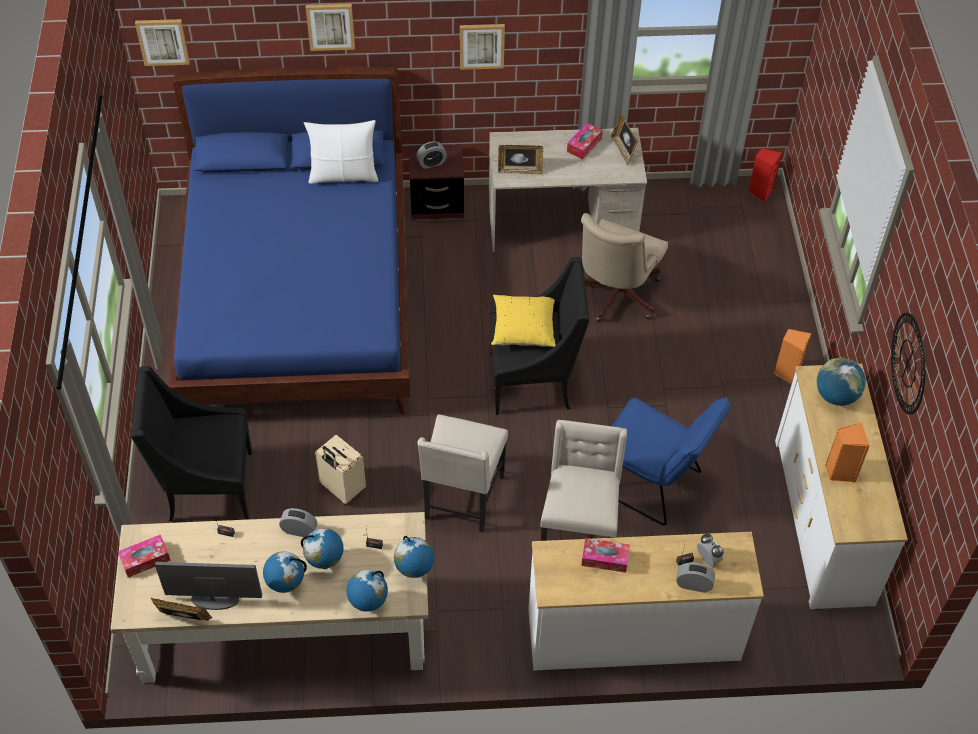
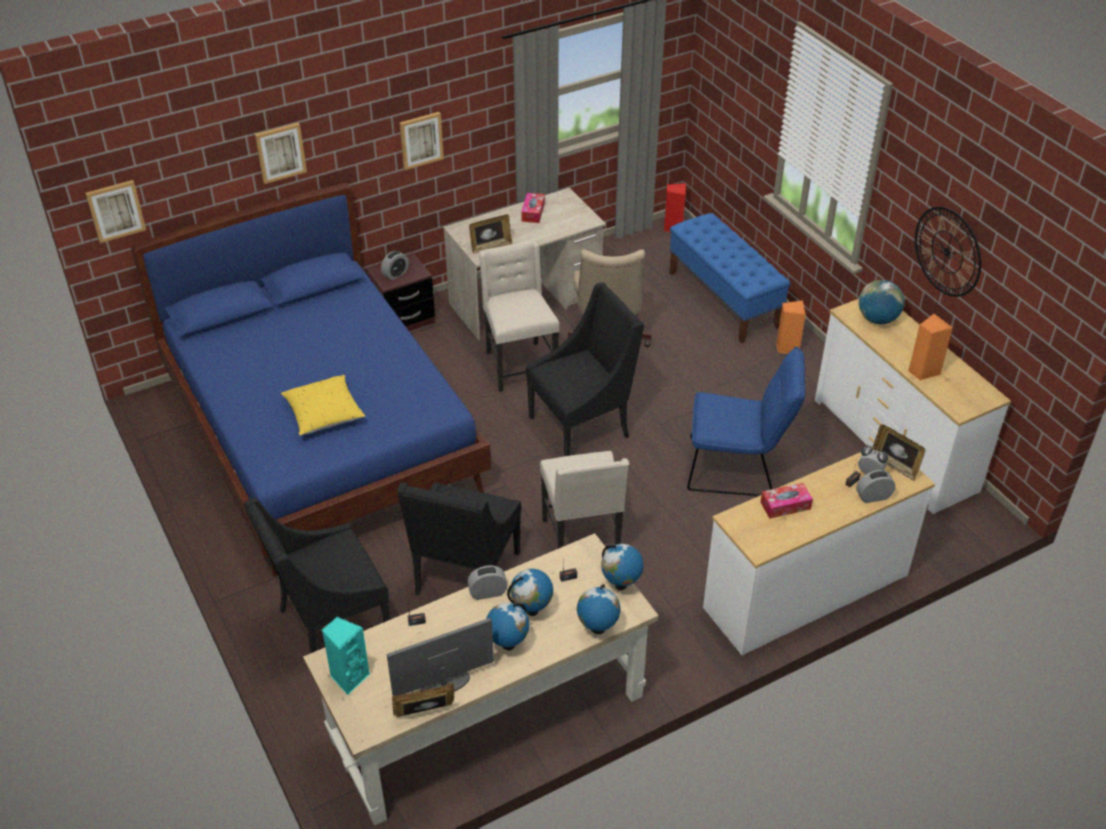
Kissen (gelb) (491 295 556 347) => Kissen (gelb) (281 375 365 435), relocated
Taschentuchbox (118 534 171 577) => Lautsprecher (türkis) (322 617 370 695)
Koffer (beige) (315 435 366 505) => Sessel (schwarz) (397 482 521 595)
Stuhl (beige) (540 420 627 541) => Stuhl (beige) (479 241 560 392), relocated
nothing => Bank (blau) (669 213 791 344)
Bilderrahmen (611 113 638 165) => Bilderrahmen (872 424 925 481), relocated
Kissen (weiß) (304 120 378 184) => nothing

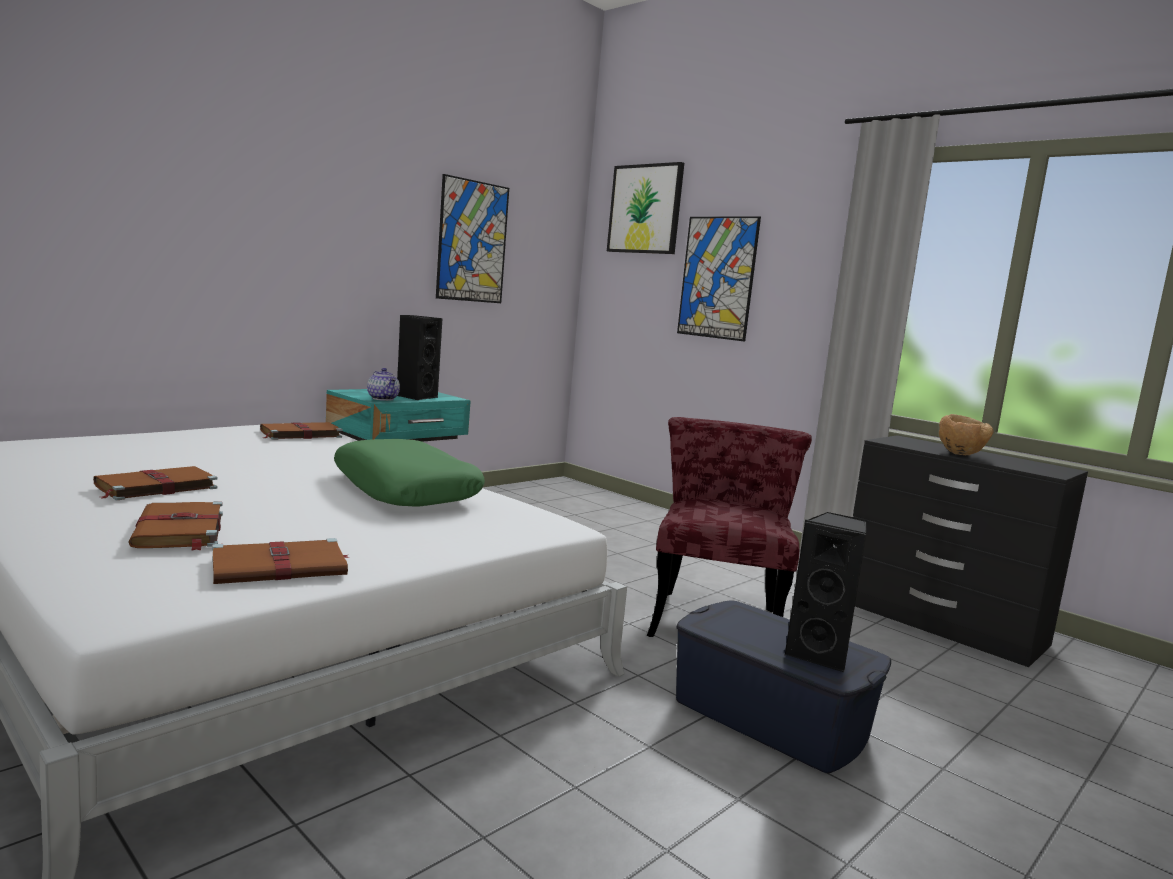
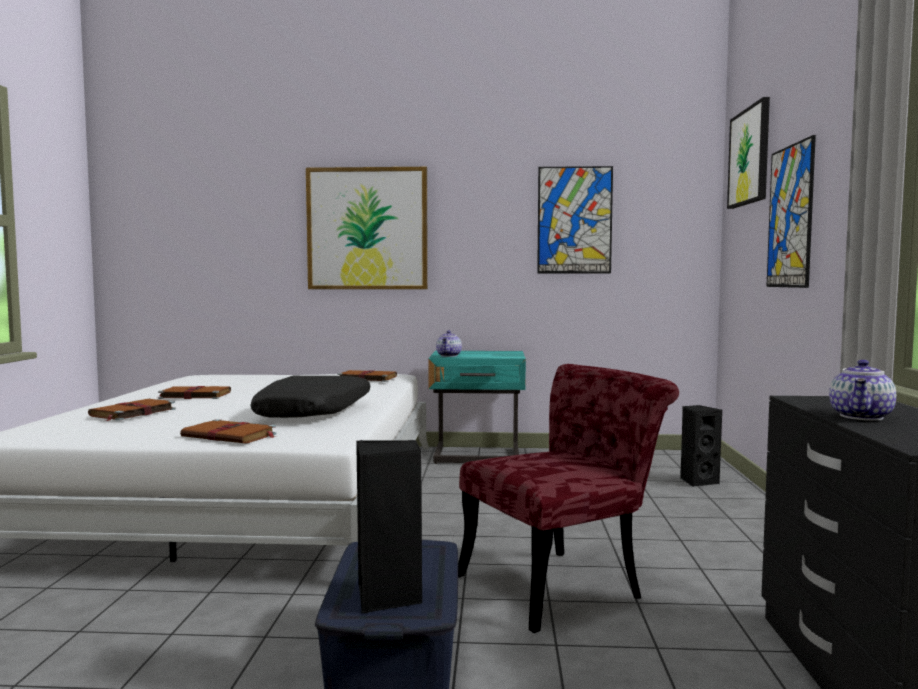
Buch (braun) (212 538 350 584) => Buch (braun) (180 419 277 444), relocated
Kissen (grün) (334 439 485 507) => Kissen (schwarz) (250 375 370 418)
nothing => Bild (306 167 428 289)
Lautsprecher (schwarz) (397 315 443 400) => Lautsprecher (schwarz) (680 405 722 487), relocated
Schüssel (braun) (939 414 994 455) => Teekanne (829 360 896 421)

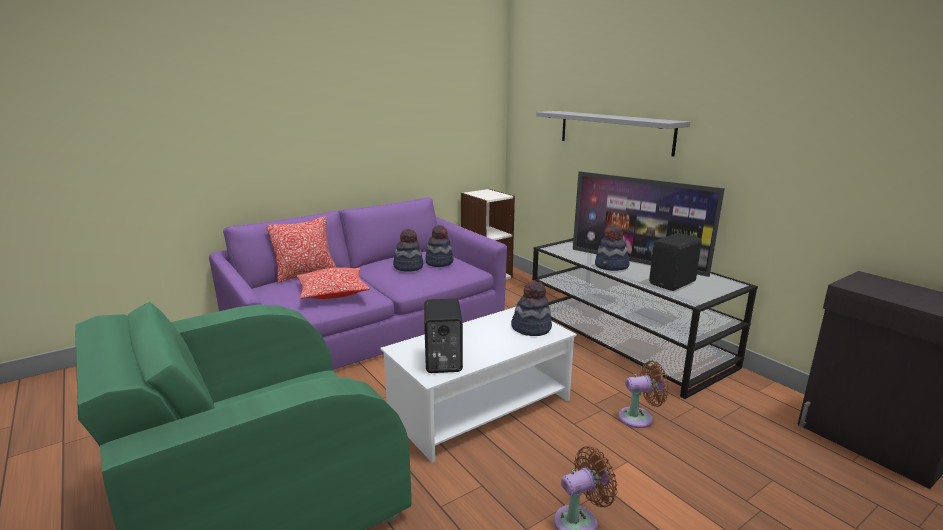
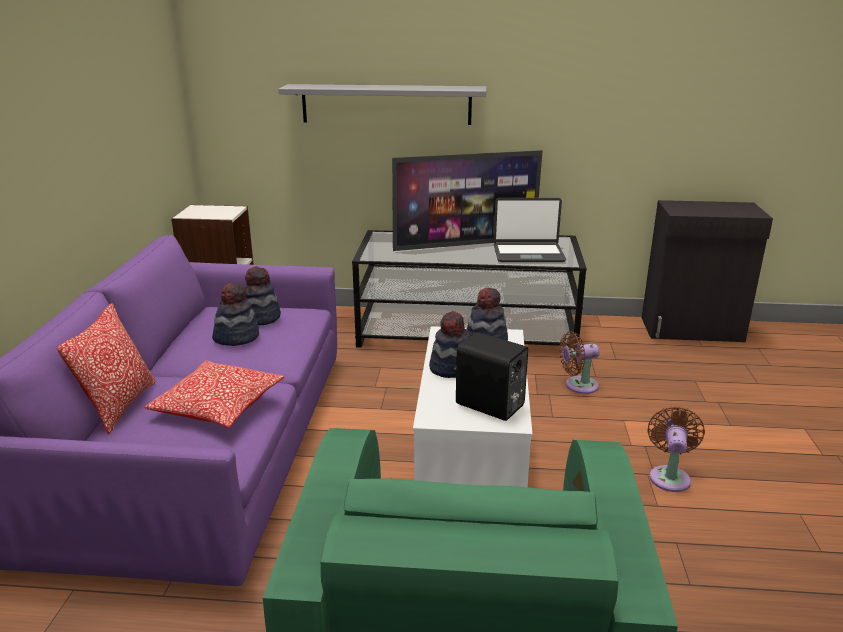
Hut (595 225 630 271) => Hut (429 311 470 378), relocated
Lautsprecher (schwarz) (649 233 702 291) => Laptop (494 198 566 262)
Ventilator (braun) (619 361 669 428) => Ventilator (braun) (559 331 600 394), 135 degrees counterclockwise

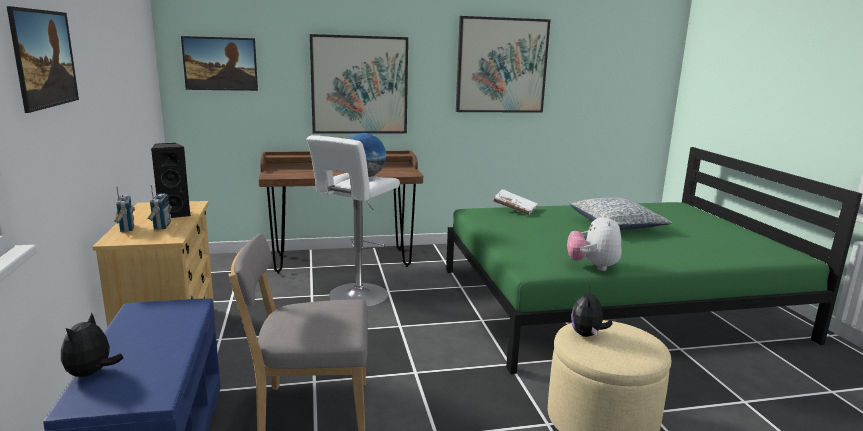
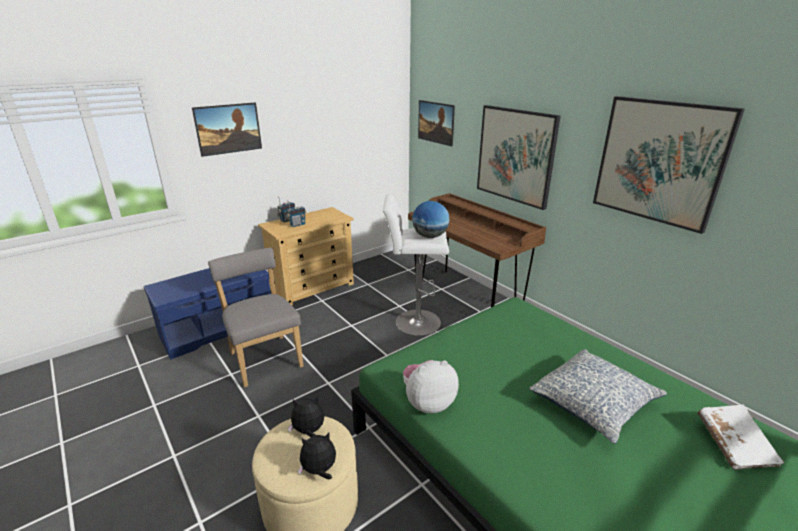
Plüschtier (61 313 124 377) => Plüschtier (298 433 336 480), relocated
Buch (weiß) (493 189 538 215) => Buch (weiß) (697 404 784 470), relocated
Lautsprecher (schwarz) (151 143 190 218) => nothing

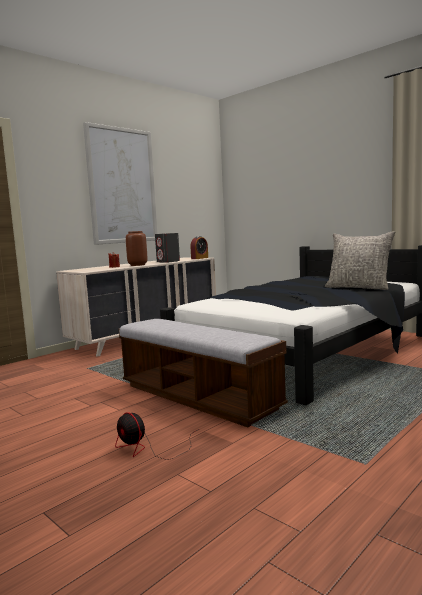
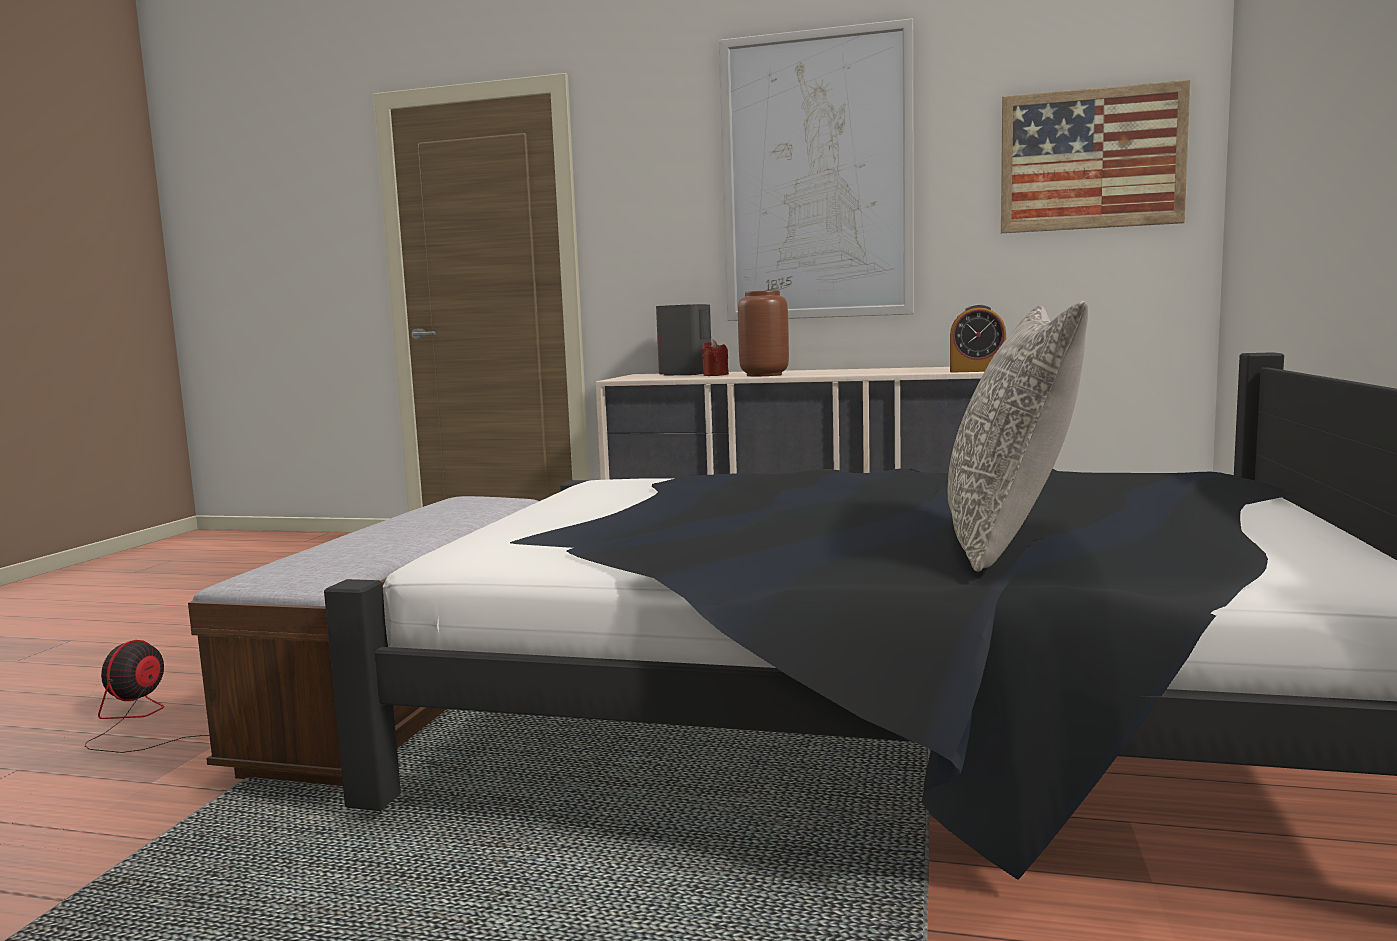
Lautsprecher (grau) (155 233 180 263) => Lautsprecher (grau) (656 304 711 376), relocated
nothing => Bild (1001 80 1190 233)

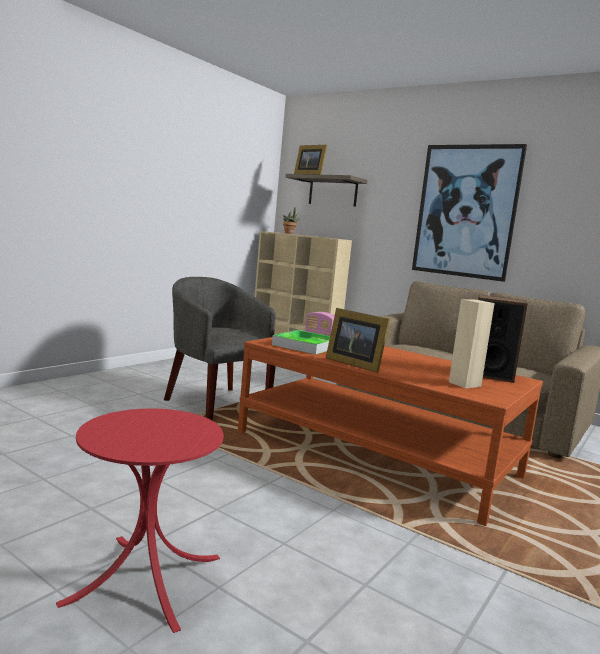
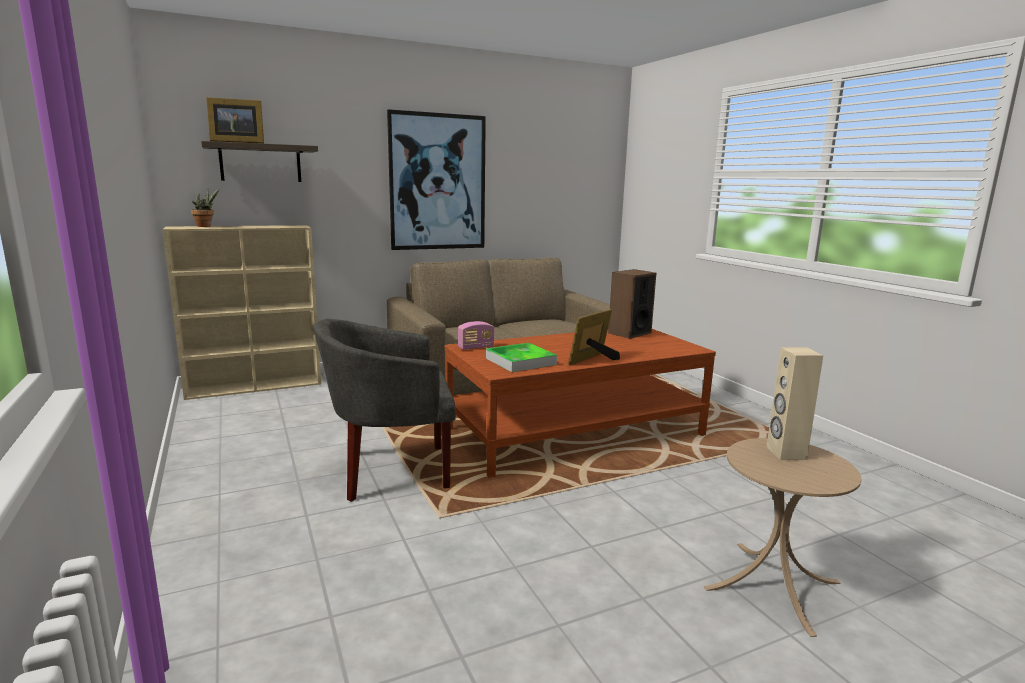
Bilderrahmen (326 308 390 373) => Bilderrahmen (568 309 620 365), 150 degrees clockwise
Beistelltisch (rot) (56 409 223 633) => Beistelltisch (beige) (704 438 861 637)
Lautsprecher (beige) (449 299 495 388) => Lautsprecher (beige) (767 347 823 460), relocated

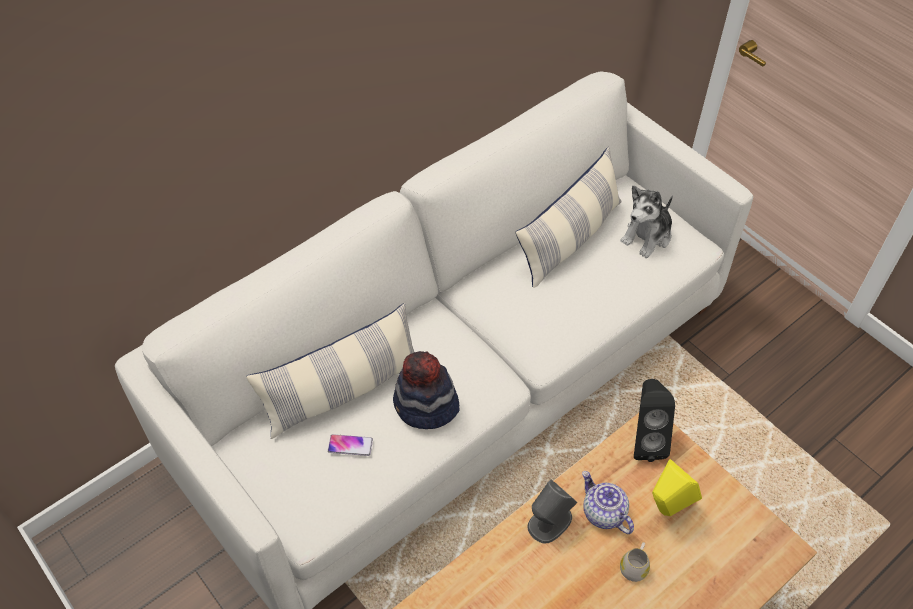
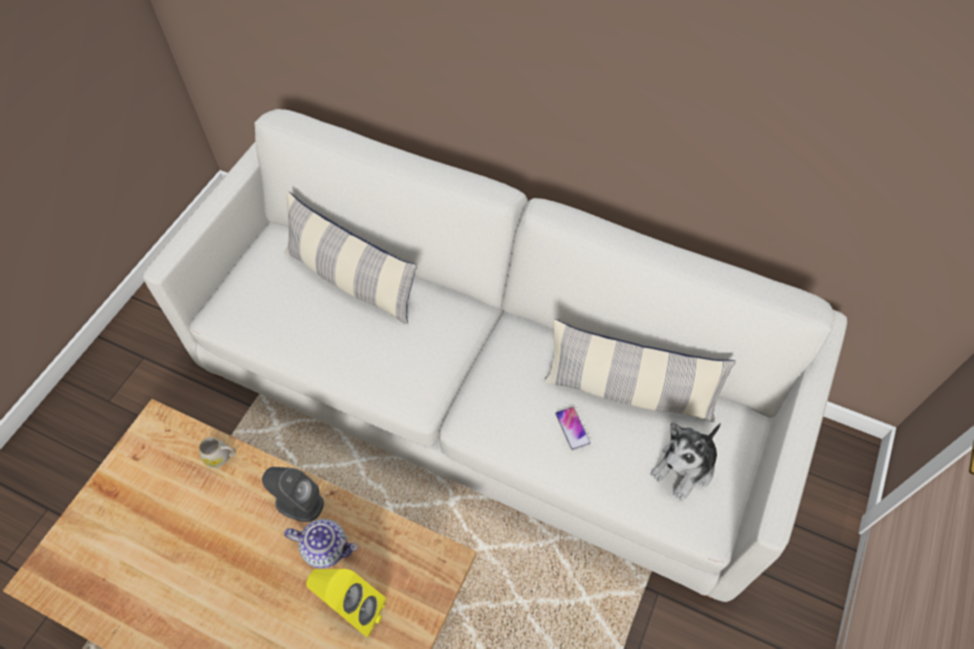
Henkelbecher (weiß) (620 542 650 582) => Henkelbecher (weiß) (199 437 236 468), relocated
Teekanne (582 471 634 534) => Teekanne (284 519 358 569), 75 degrees clockwise
Handy (328 434 373 456) => Handy (555 407 590 450), relocated
Plüschtier (620 185 673 258) => Plüschtier (651 422 721 501), 60 degrees counterclockwise
Hut (393 351 460 429) => nothing
Lautsprecher (schwarz) (634 379 675 462) => nothing

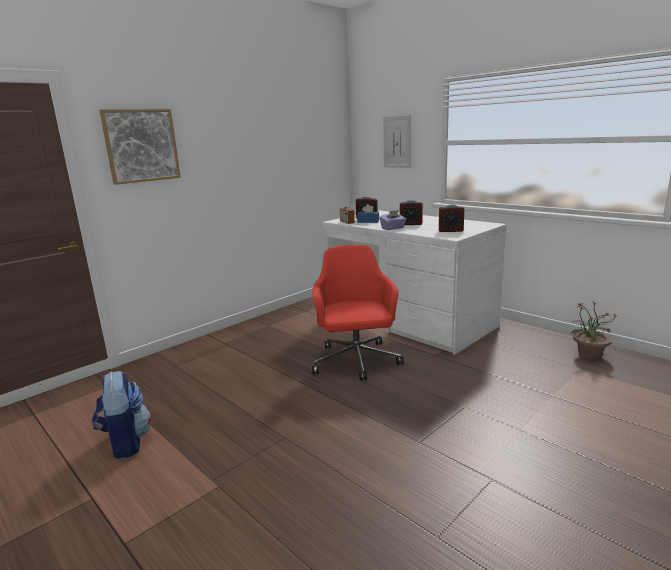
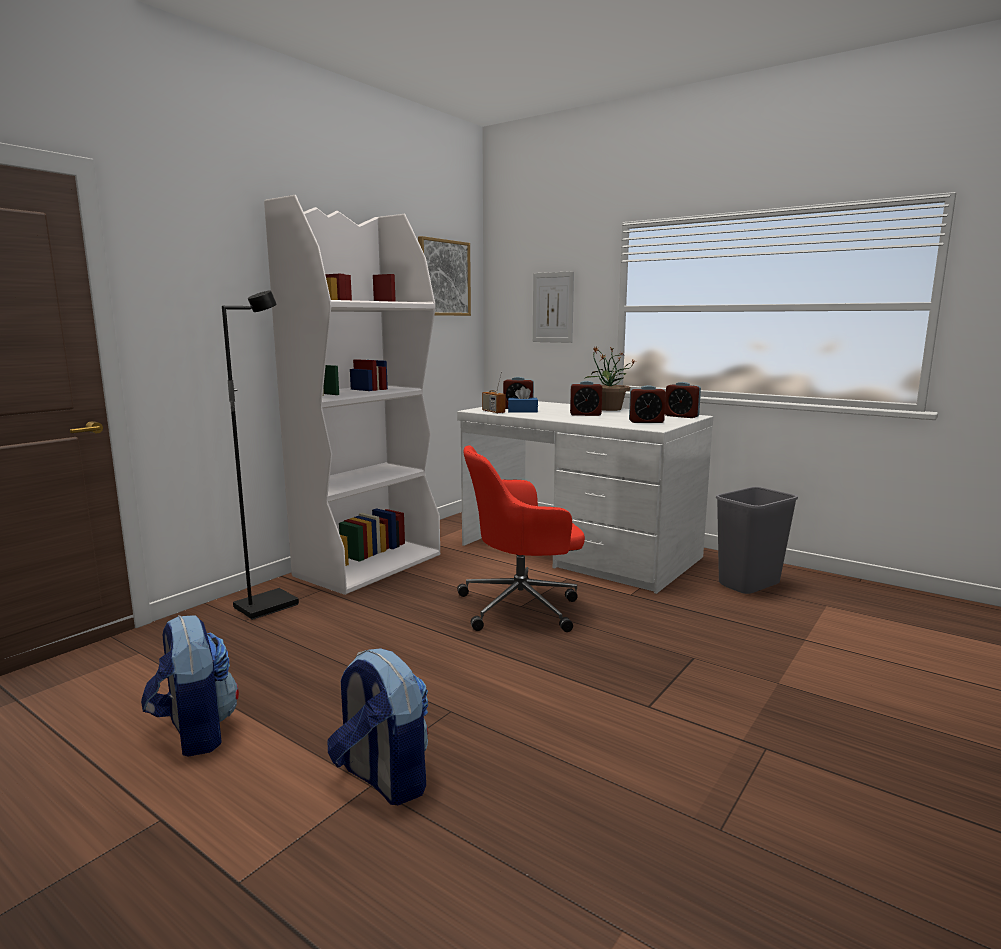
nothing => Stehlampe (schwarz) (222 290 299 620)
nothing => Bücherregal (weiß) (264 195 440 595)
nothing => Rucksack (327 648 428 805)
Bild (100 109 181 185) => Bild (418 236 471 316), relocated
Bürostuhl (rot) (312 244 404 380) => Bürostuhl (rot) (457 445 585 632), 90 degrees counterclockwise
Topfpflanze (570 302 617 360) => Topfpflanze (584 347 636 411), relocated
nothing => Wecker (665 382 701 418)
nothing => Mülleimer (grau) (716 487 798 594)
Taschentuchbox (lila) (379 210 406 230) => nothing

